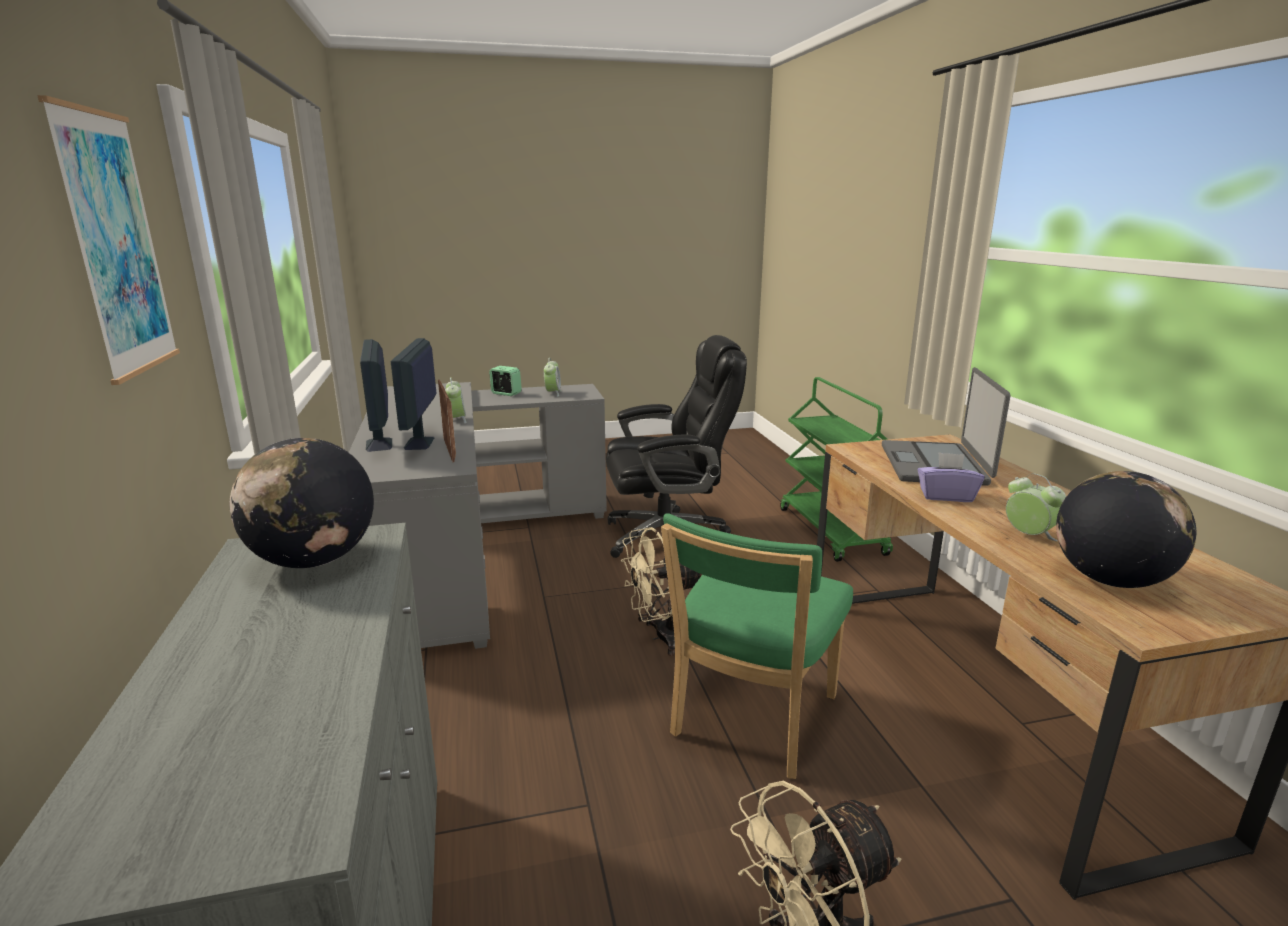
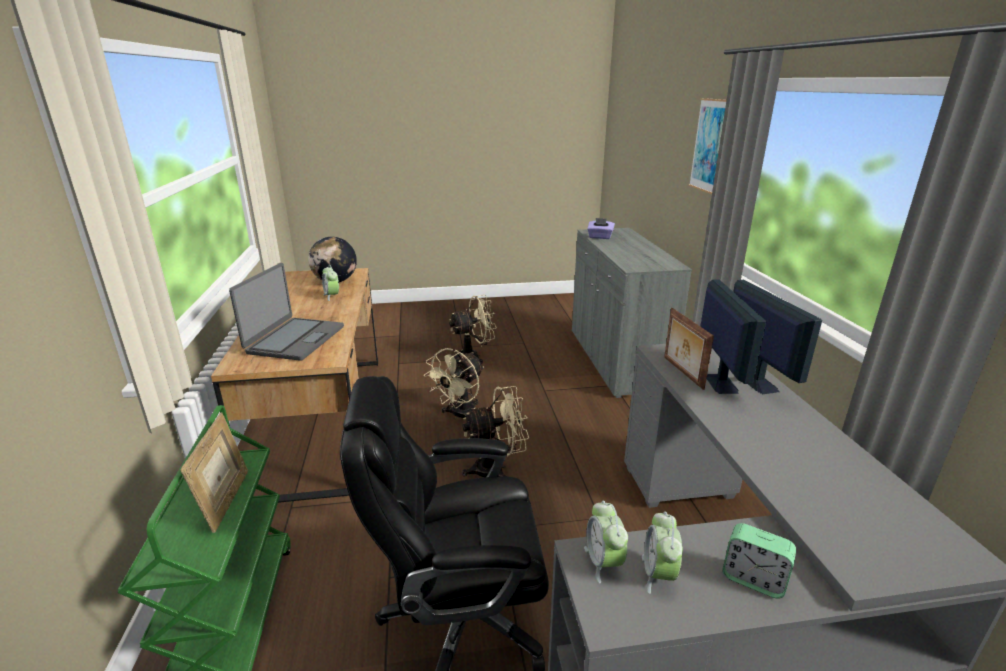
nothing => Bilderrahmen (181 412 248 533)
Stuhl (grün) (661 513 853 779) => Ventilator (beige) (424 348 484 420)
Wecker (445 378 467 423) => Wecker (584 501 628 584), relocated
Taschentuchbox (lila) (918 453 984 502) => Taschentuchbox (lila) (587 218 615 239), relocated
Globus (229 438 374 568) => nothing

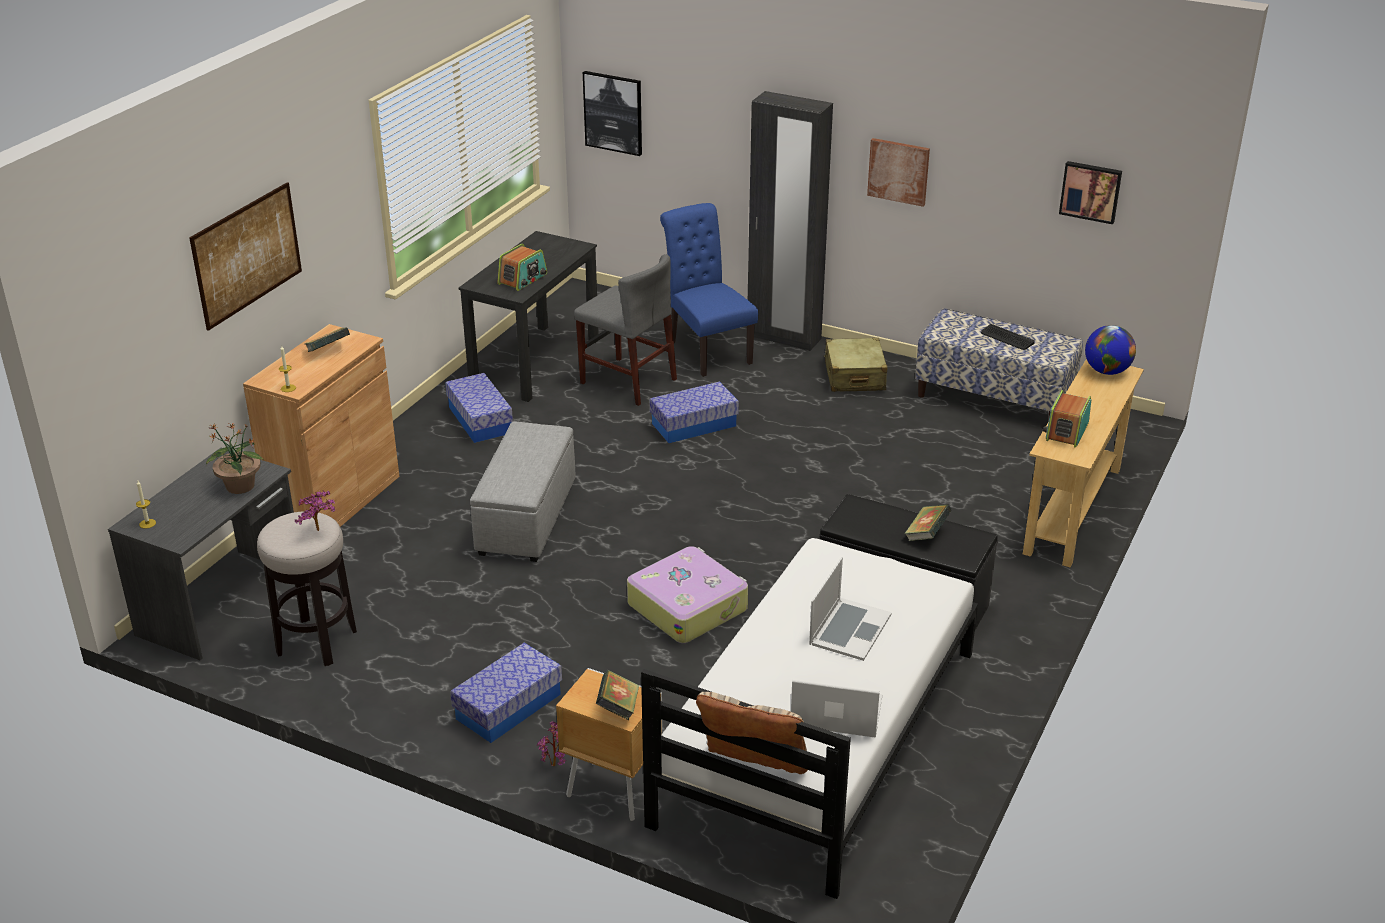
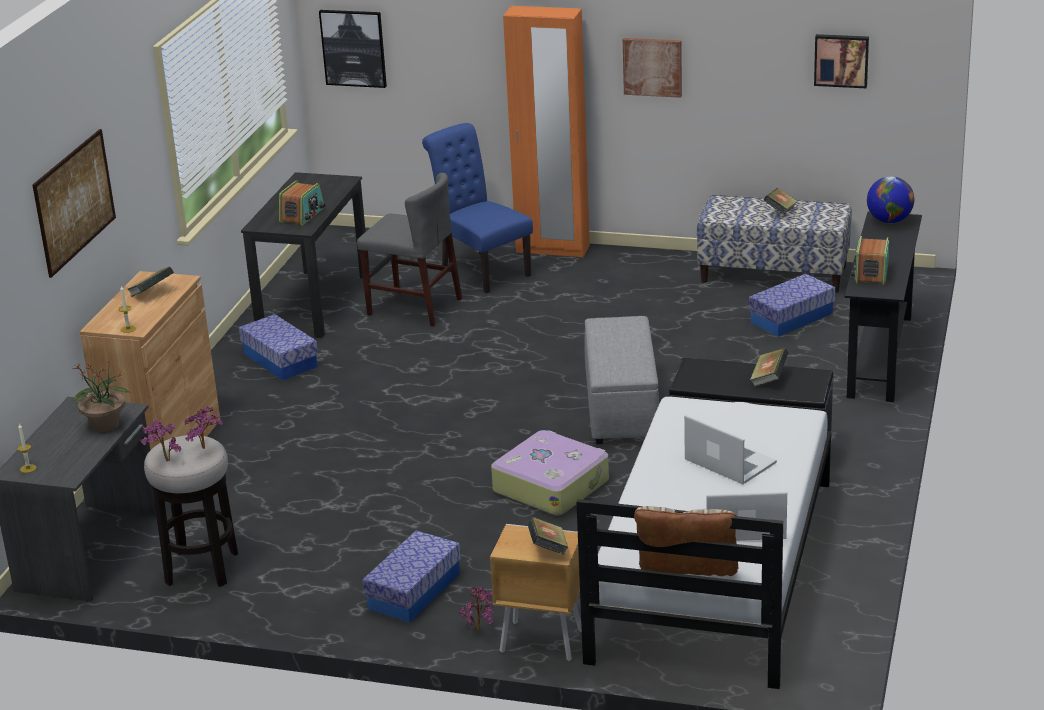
nothing => Topfpflanze (140 419 181 462)
Kleiderschrank (schwarz) (748 91 833 351) => Kleiderschrank (orange) (503 6 590 258)
Polsterhocker (grau) (470 421 576 562) => Polsterhocker (grau) (584 316 659 444), relocated
Laptop (809 557 892 661) => Laptop (684 415 777 484), 60 degrees counterclockwise
Aufbewahrungsbox (650 382 739 443) => Aufbewahrungsbox (749 274 835 337), relocated
Tastatur (981 324 1035 350) => Buch (764 188 798 214)
Konsolentisch (beige) (1023 359 1144 567) => Konsolentisch (schwarz) (844 211 922 402)
Koffer (beige) (824 338 888 392) => nothing

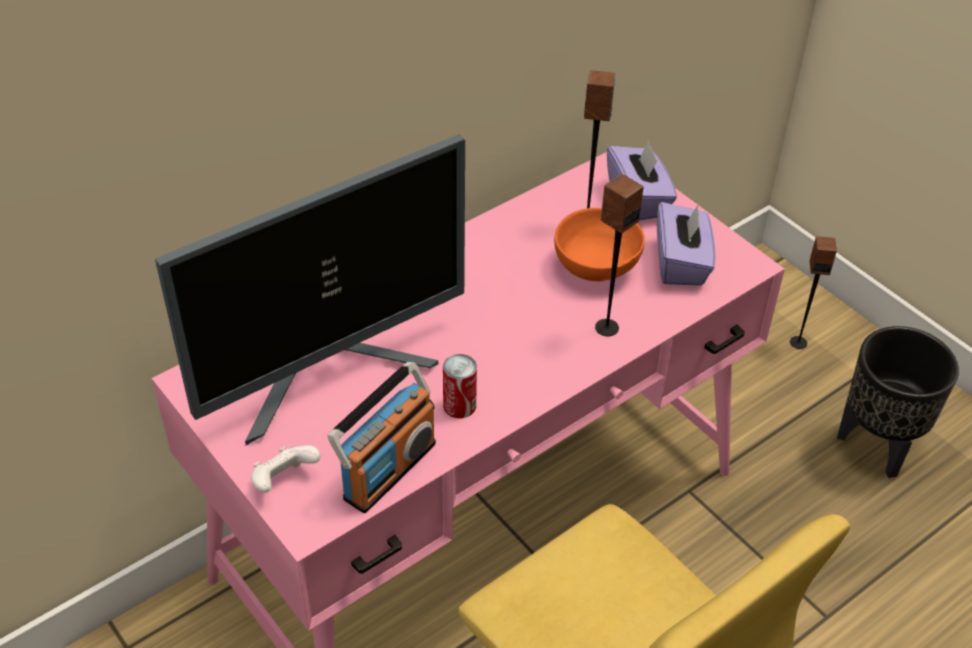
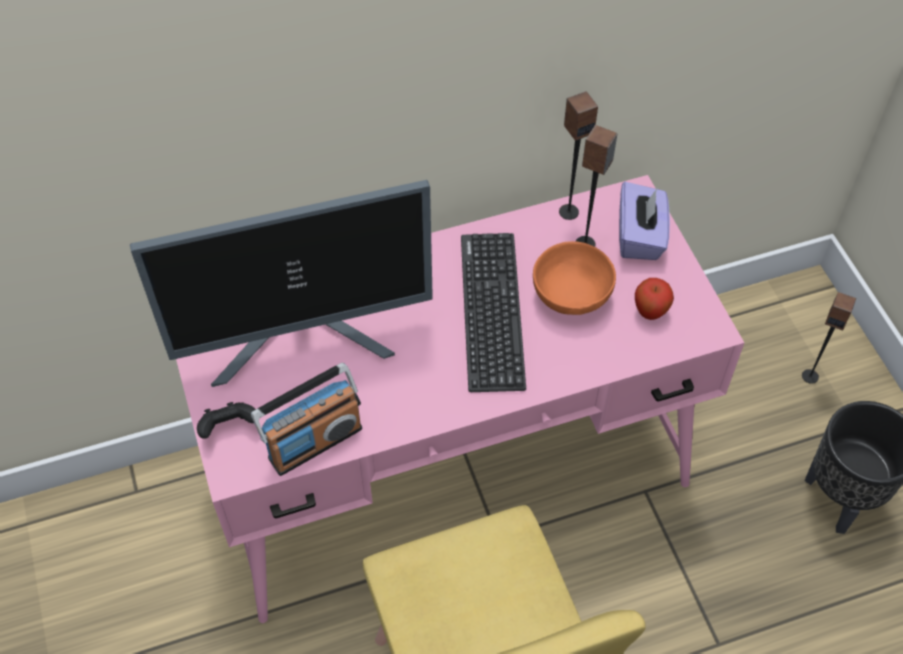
Gamepad (weiß) (251 445 321 493) => Gamepad (schwarz) (197 402 256 439)
nothing => Tastatur (461 233 526 392)
Lautsprecher (595 174 644 336) => Lautsprecher (559 91 598 220), relocated
Taschentuchbox (lila) (657 202 715 286) => Apfel (635 278 674 320)
Dose (443 354 477 418) => nothing

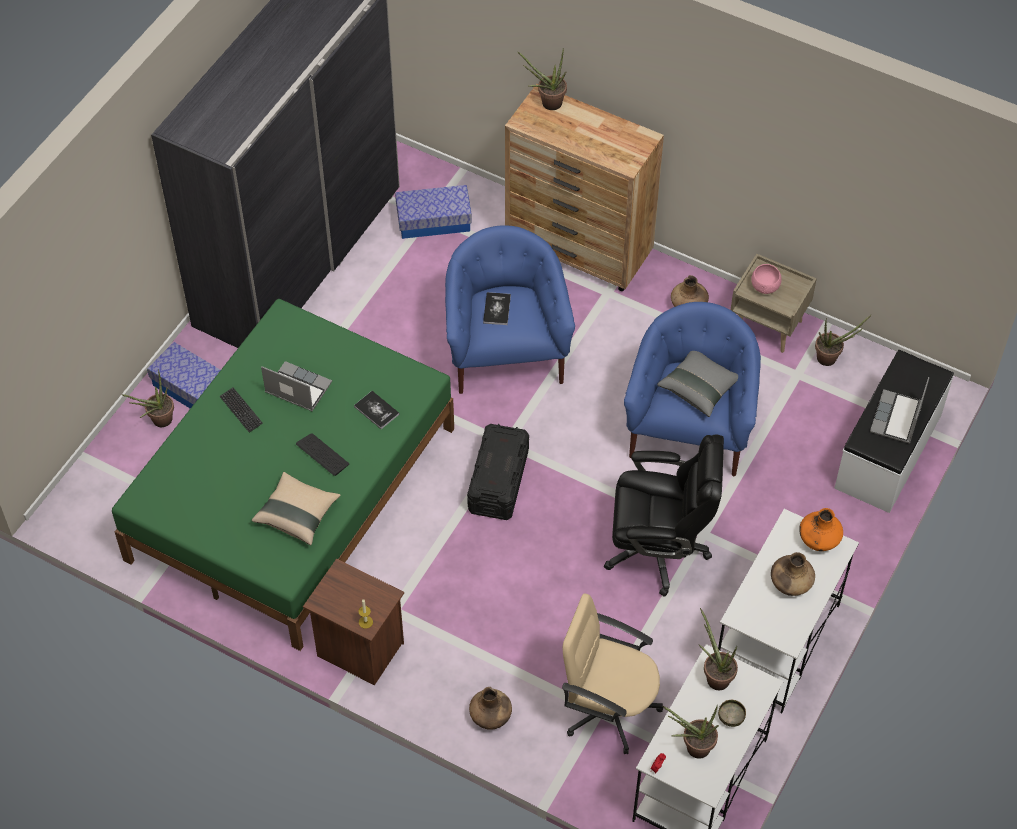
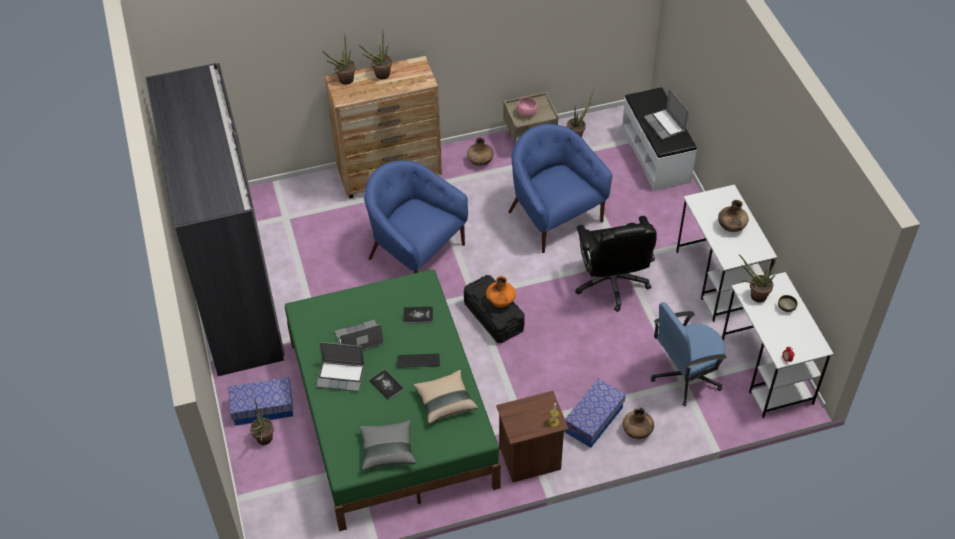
Tastatur (220 388 263 433) => Laptop (316 342 365 392)
Topfpflanze (662 705 719 759) => Topfpflanze (358 33 392 79), relocated
Kissen (grau) (657 351 738 417) => Kissen (grau) (359 420 416 470), relocated
Buch (483 292 511 325) => Buch (369 369 404 400), relocated
Vase (orange) (799 508 843 551) => Vase (orange) (486 276 516 307), relocated
Aufbewahrungsbox (395 185 472 239) => Aufbewahrungsbox (565 379 626 448), relocated
Bürostuhl (schwarz) (604 434 724 597) => Bürostuhl (schwarz) (575 216 657 312), 120 degrees clockwise
Bürostuhl (beige) (562 593 663 754) => Bürostuhl (blau) (651 302 727 406)

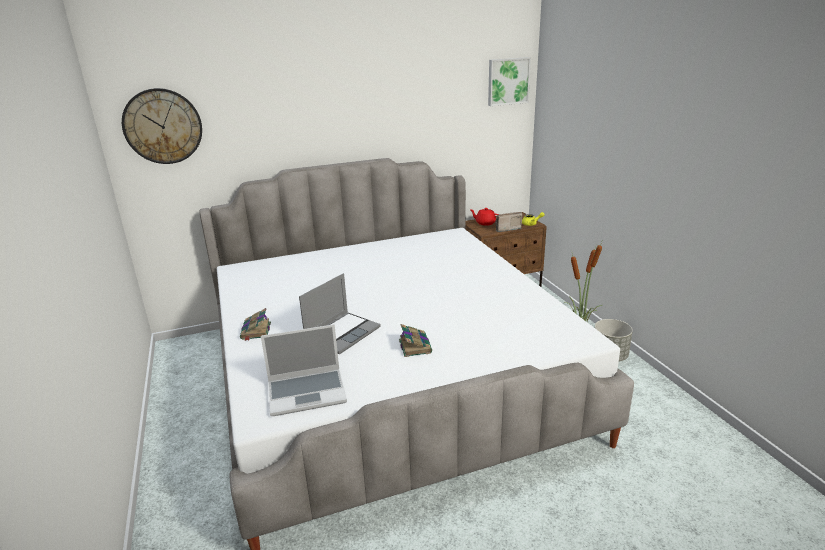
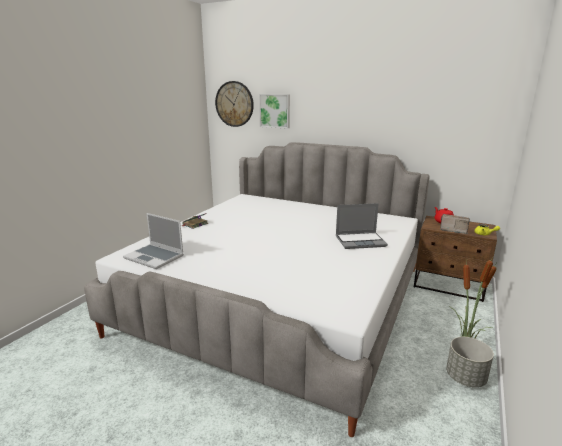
Bild (488 57 531 106) => Bild (259 94 290 129), relocated
Laptop (299 273 381 354) => Laptop (336 203 388 249), relocated
Buch (399 324 432 357) => nothing

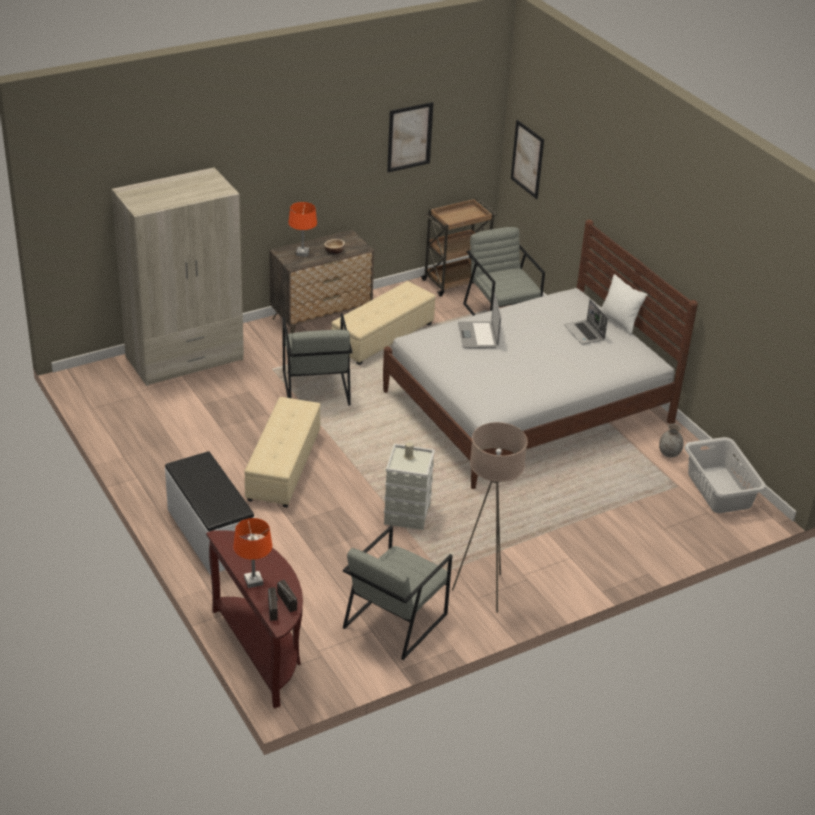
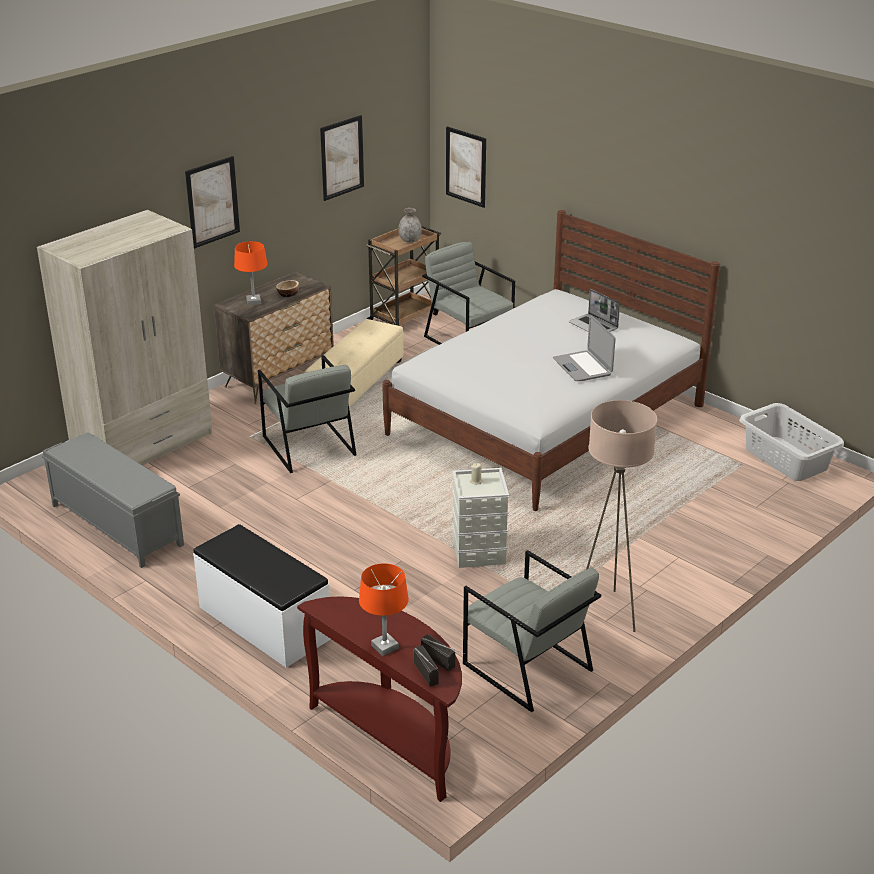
nothing => Bank (grau) (42 433 184 568)
nothing => Bild (185 156 240 249)
Vase (grau) (659 424 684 458) => Vase (grau) (398 208 422 242), relocated
Sessel (grau) (343 525 452 660) => Sessel (grau) (463 550 601 712), 60 degrees counterclockwise
Laptop (458 293 501 349) => Laptop (553 315 616 381), relocated
Polsterhocker (beige) (244 397 321 508) => nothing
Kissen (weiß) (600 274 648 334) => nothing

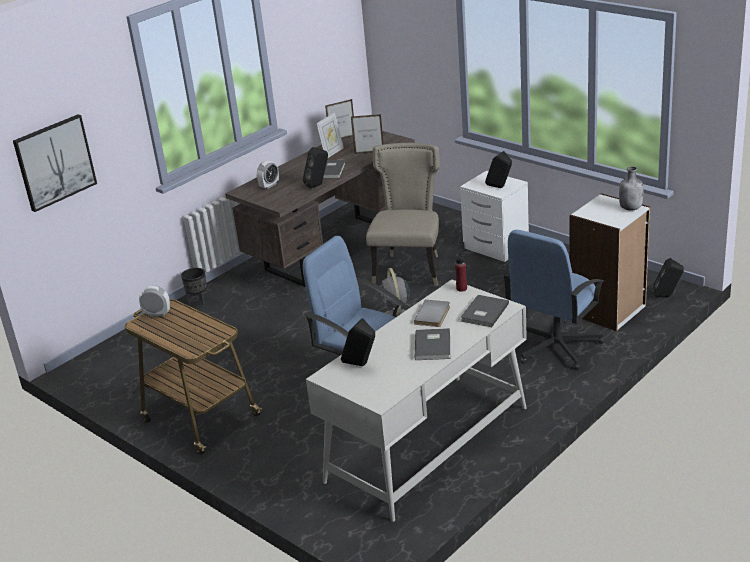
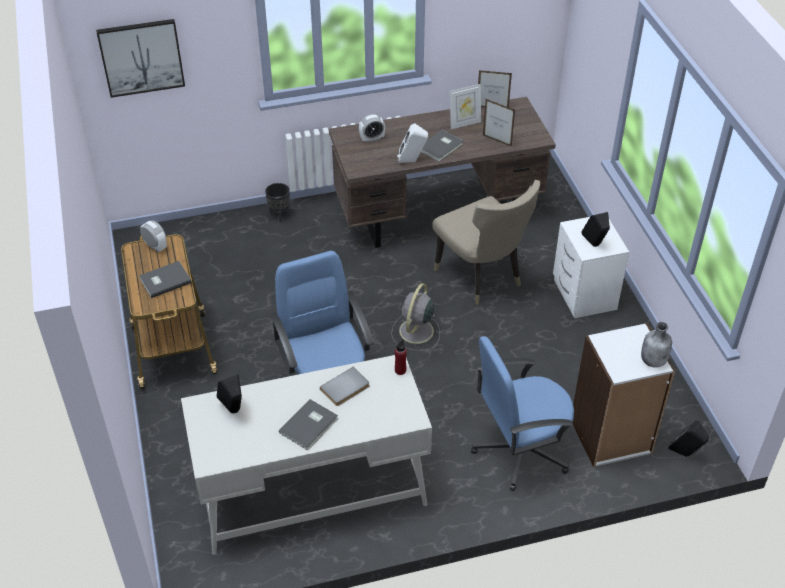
Buch (grau) (460 295 509 327) => Buch (grau) (139 261 192 298), relocated
Lautsprecher (schwarz) (303 147 328 189) => Lautsprecher (weiß) (397 124 428 163)
Stuhl (beige) (366 143 440 286) => Stuhl (beige) (432 180 540 305), 105 degrees clockwise

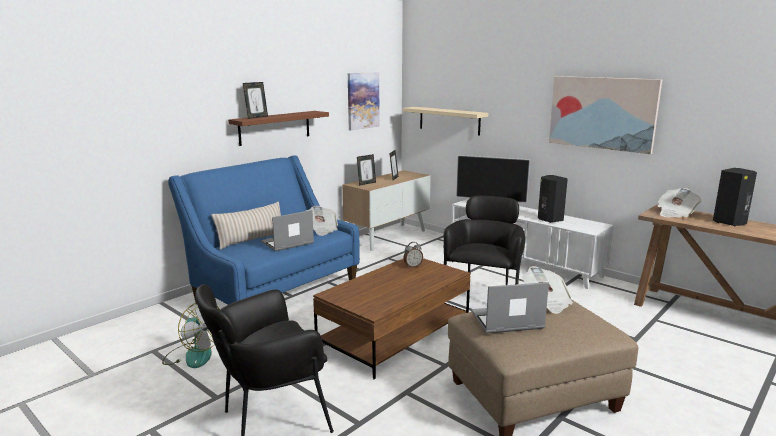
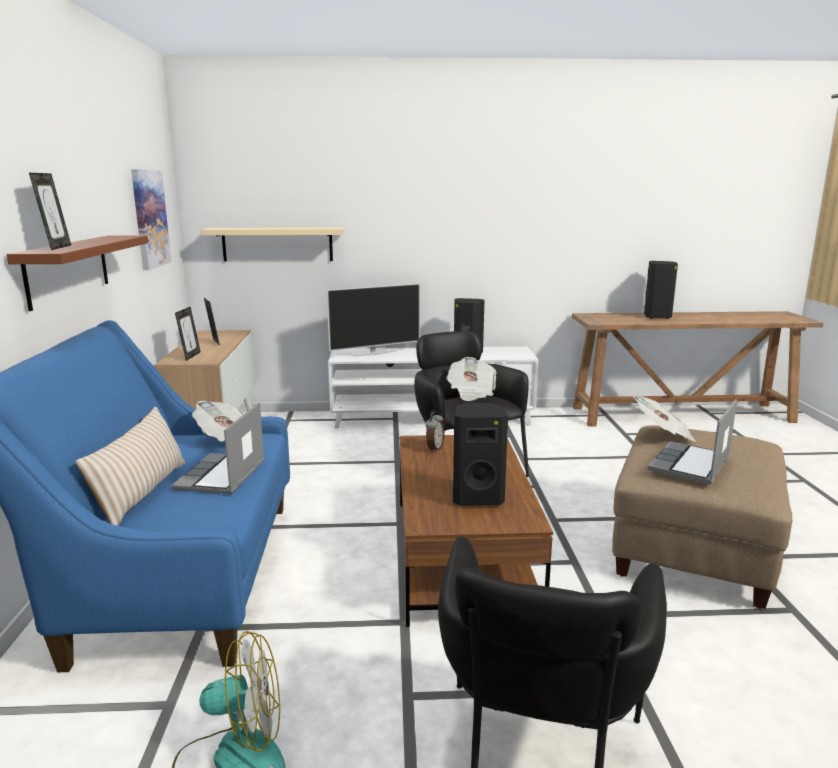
Zeitung (658 188 701 218) => Zeitung (446 357 496 401), relocated
nothing => Lautsprecher (schwarz) (453 403 508 506)
Bild (549 76 662 154) => nothing

